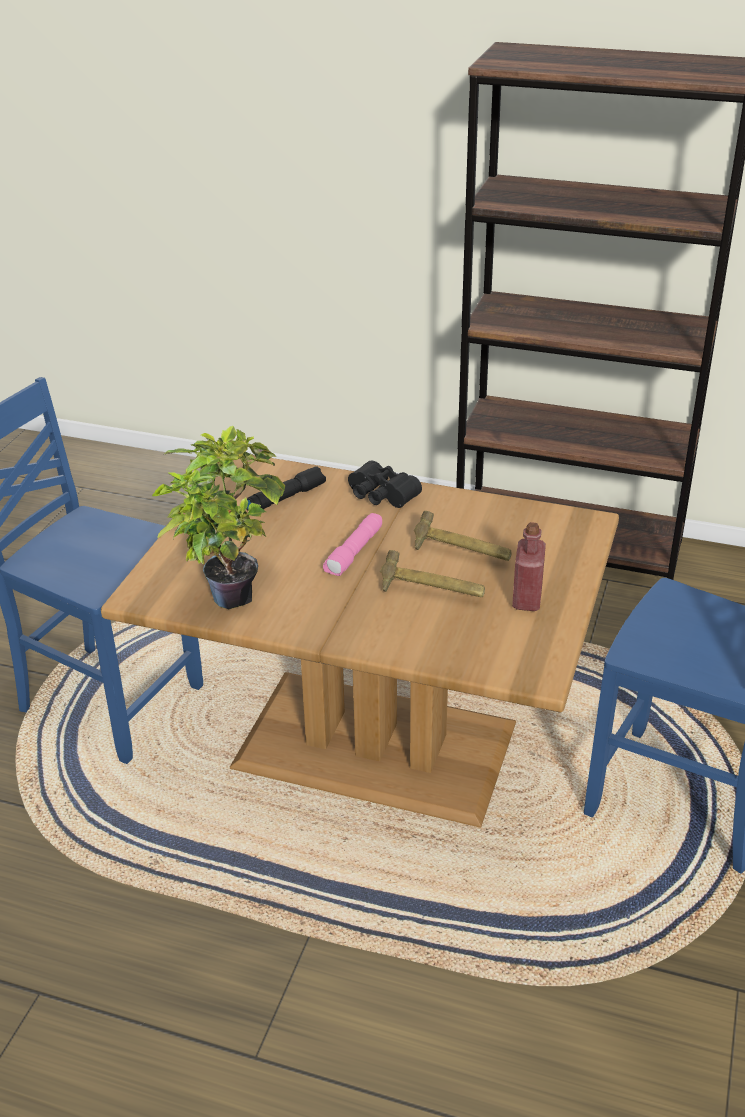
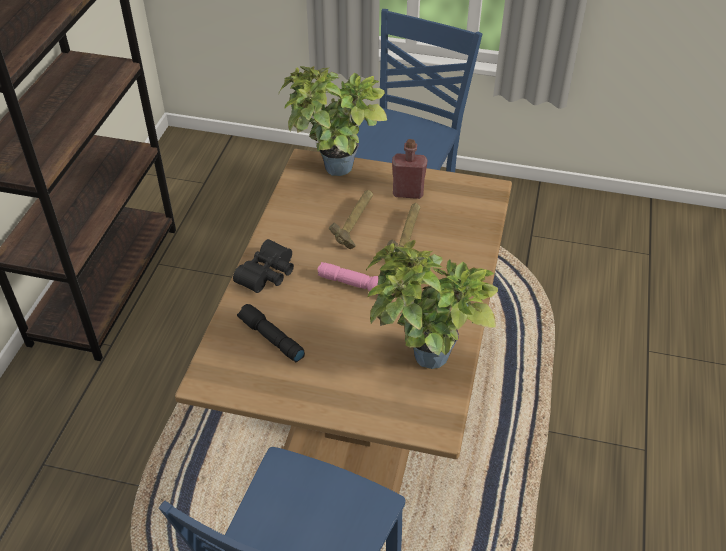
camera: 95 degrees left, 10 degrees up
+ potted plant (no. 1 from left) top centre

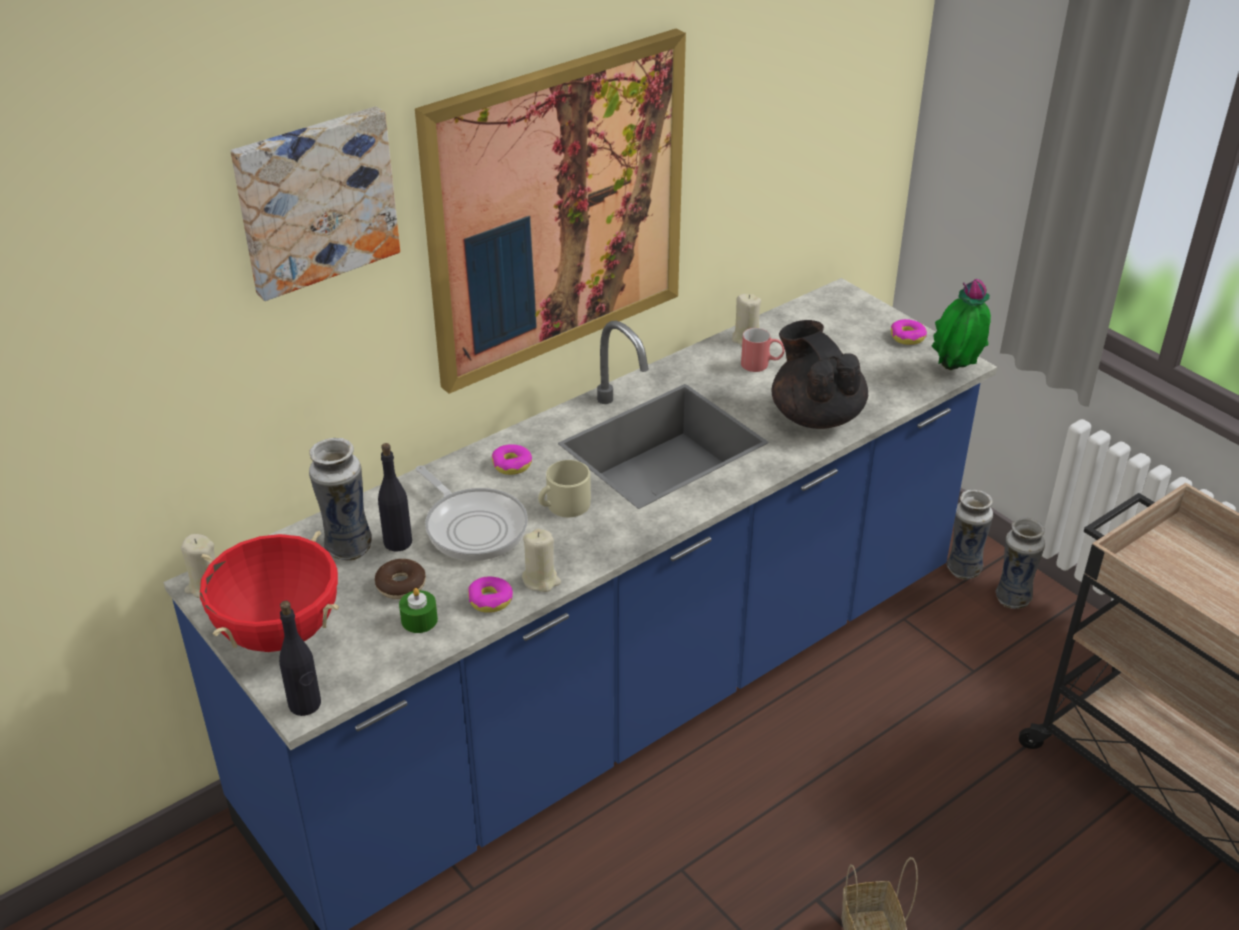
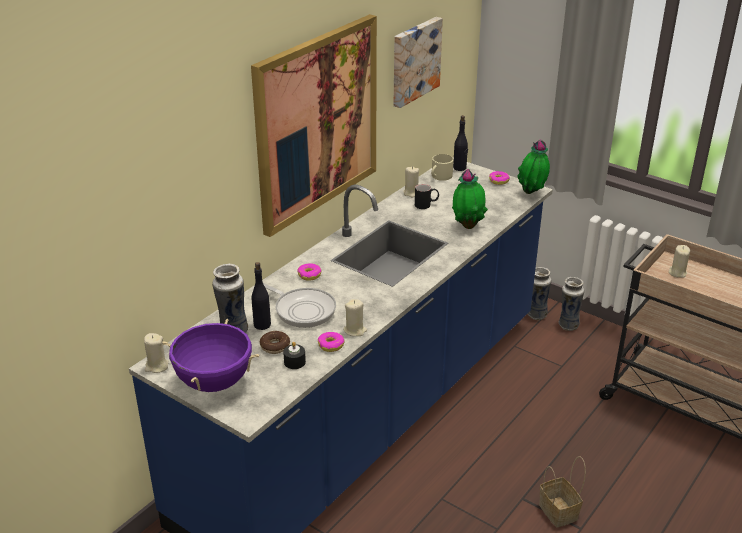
camera: 15 degrees left, 5 degrees down
+ beige candle (no. 4 from left) middle right
~ picture (no. 1 from left in the first image) top left to picture (no. 2 from left) top centre
~ black bottle (no. 1 from left in the first image) bottom left to black bottle (no. 2 from left) top centre
~ beige mug centre to top centre
~ black teapot centre to potted plant (no. 1 from left) centre
~ red cooking pot middle left to purple cooking pot middle left
~ green candle centre to black candle centre
~ red mug centre to black mug centre

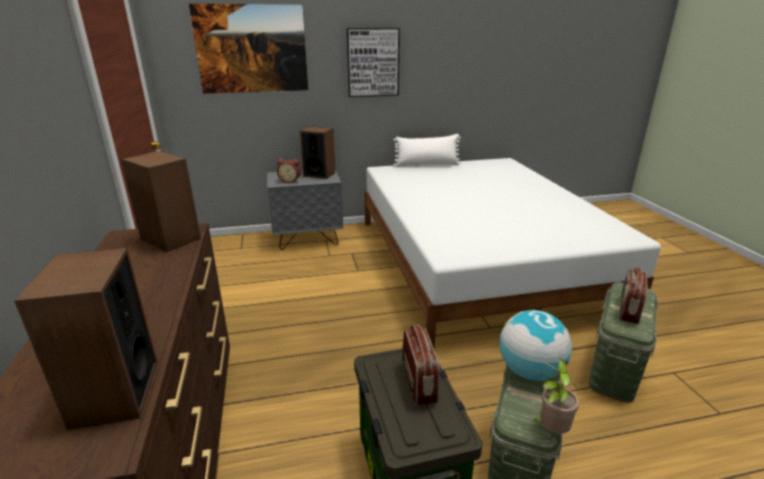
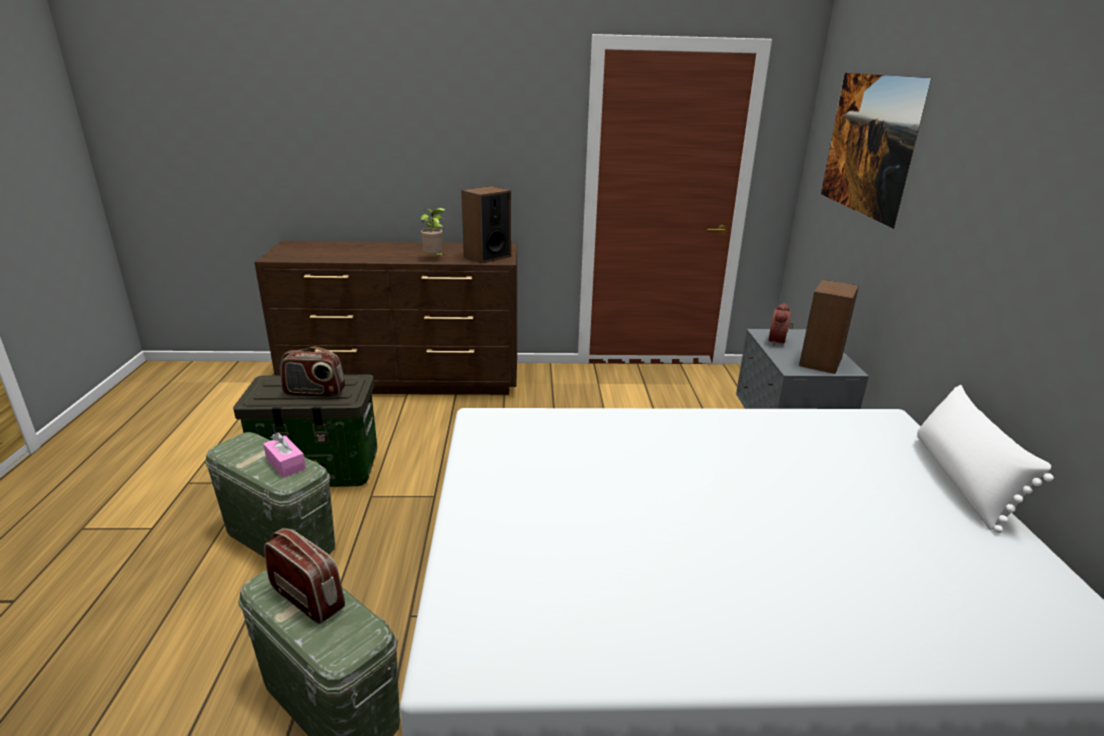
camera: 100 degrees right, 0 degrees up
- speaker (no. 1 from left) bottom left
- picture (no. 2 from left) top centre
~ potted plant bottom right to top centre
~ globe bottom right to pink tissue box middle left

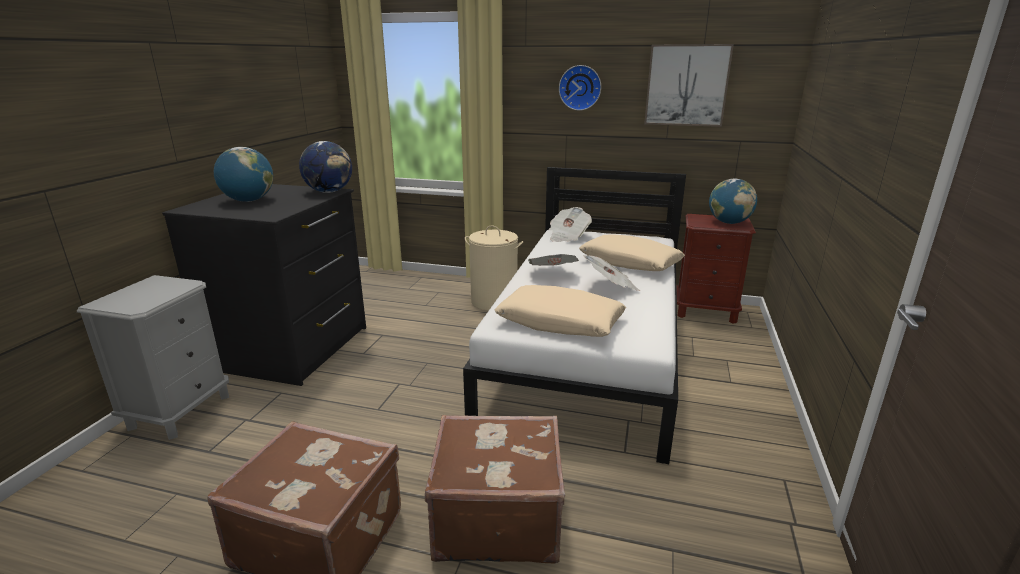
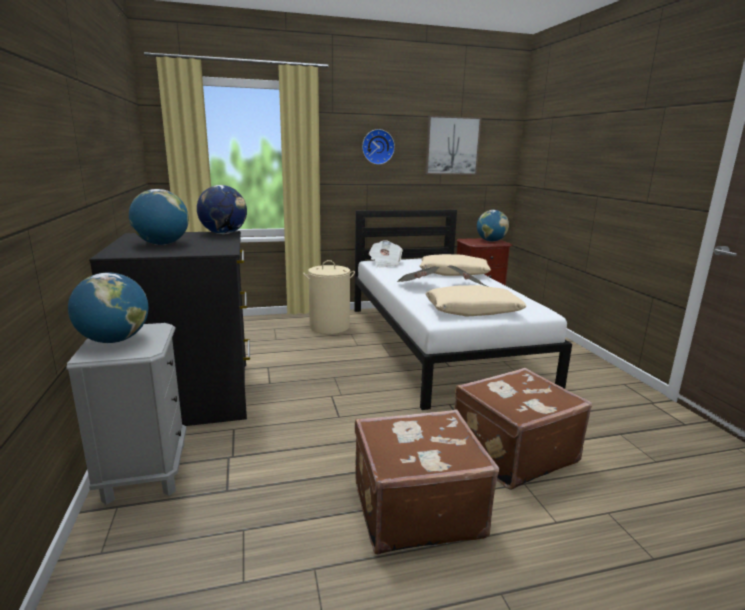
camera: 30 degrees left, 5 degrees down
+ globe (no. 1 from left) middle left

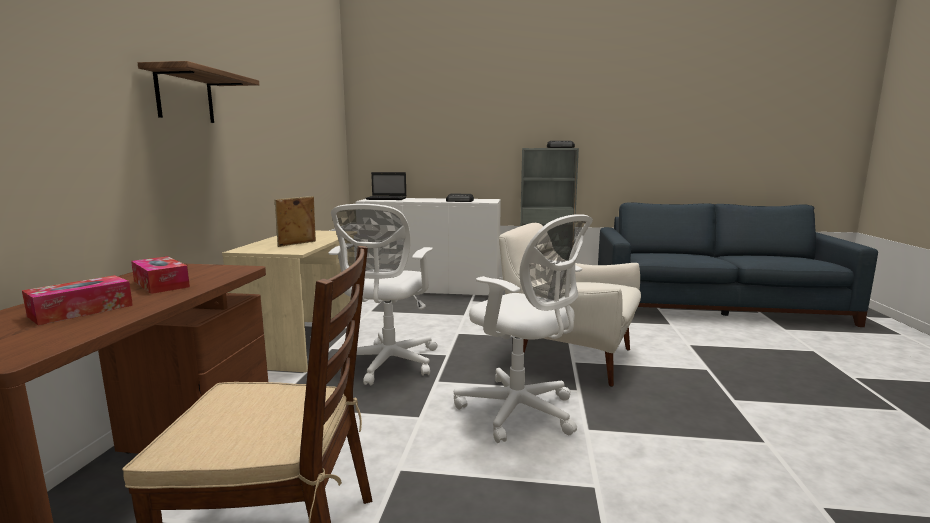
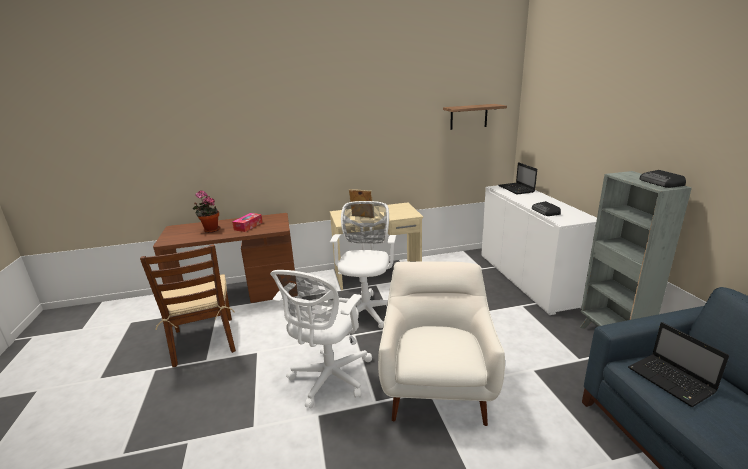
camera: 70 degrees right, 10 degrees up
+ laptop (no. 2 from left) bottom right
~ shelf top left to top centre
~ tissue box (no. 1 from left) middle left to potted plant middle left
~ white office chair (no. 1 from left in the first image) centre = centre 105 degrees clockwise

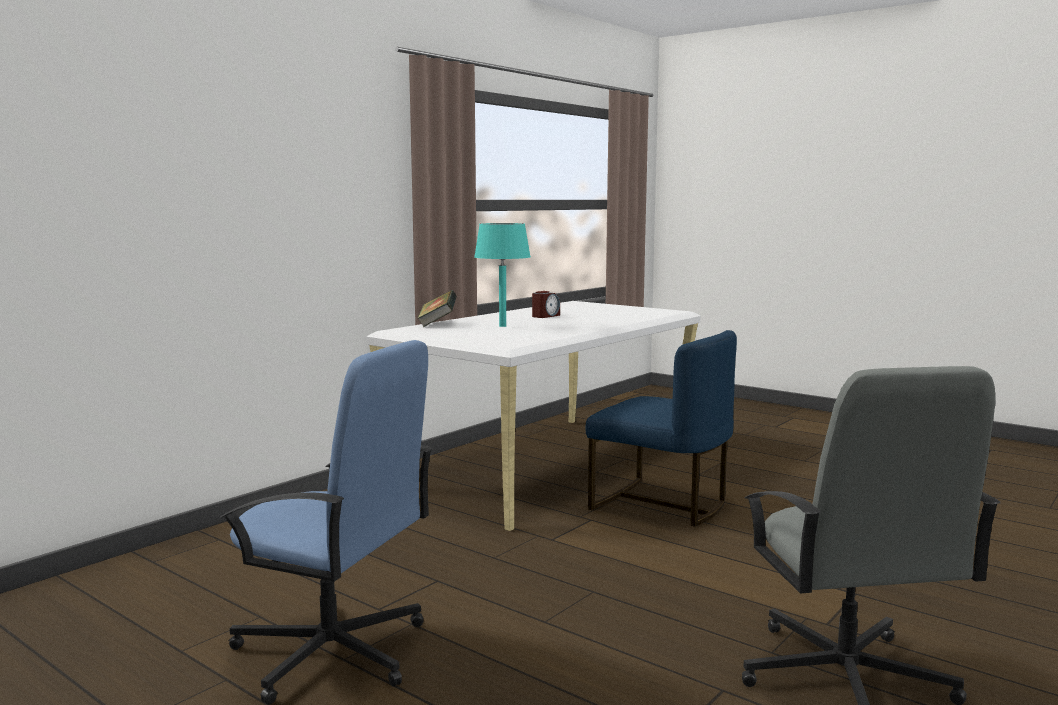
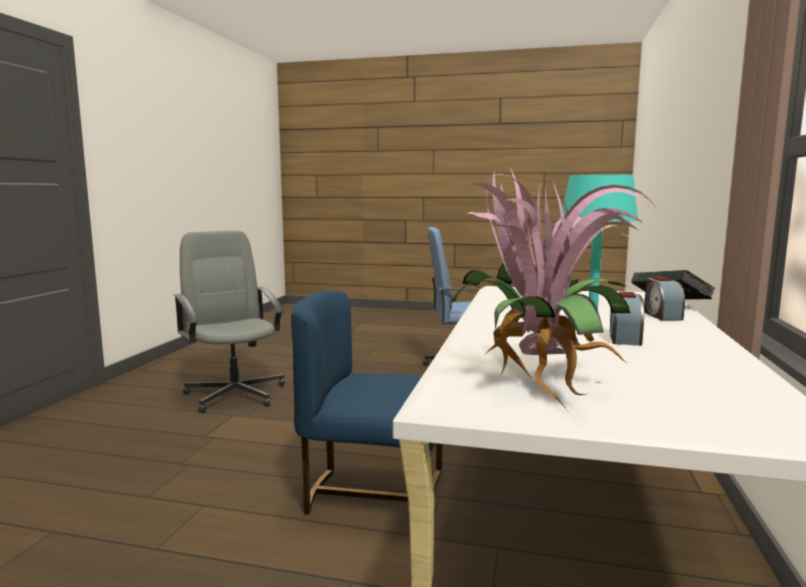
camera: 155 degrees right, 0 degrees up
+ potted plant middle right
+ alarm clock (no. 2 from left) middle right

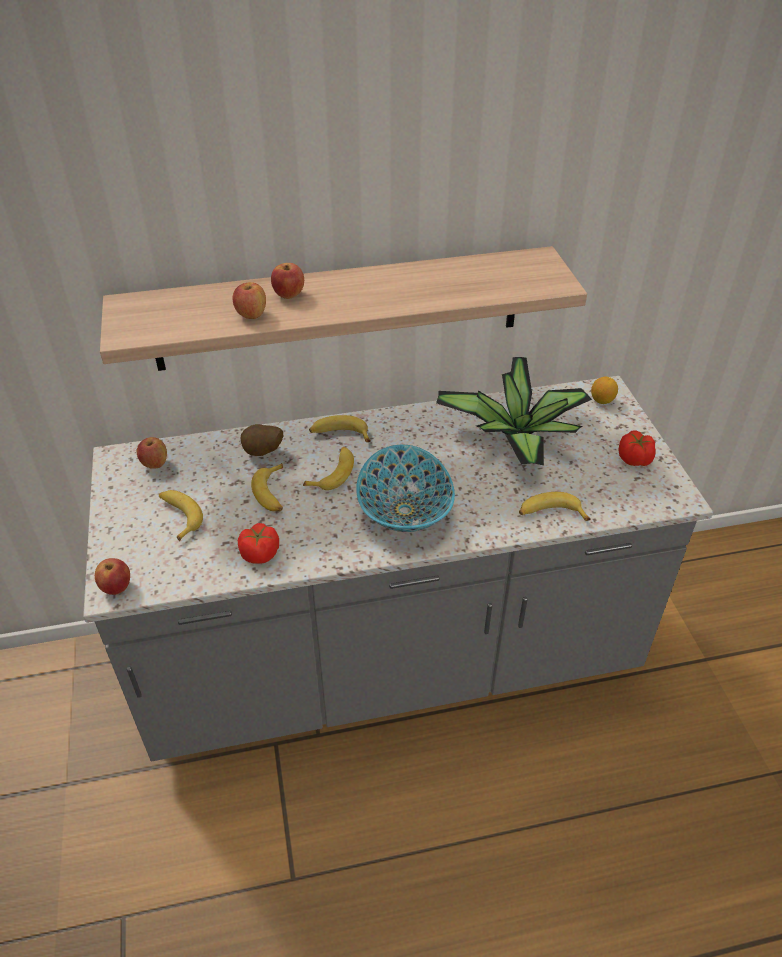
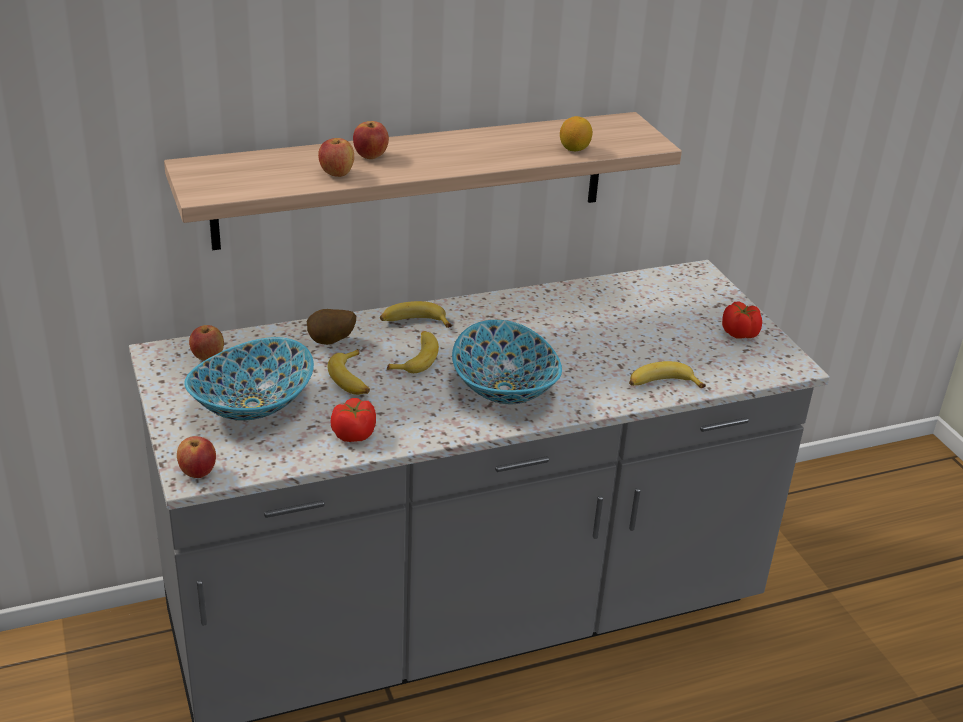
camera: 10 degrees left, 10 degrees down
- potted plant centre
~ lemon middle right to top centre
~ banana (no. 1 from left) middle left to bowl (no. 1 from left) middle left

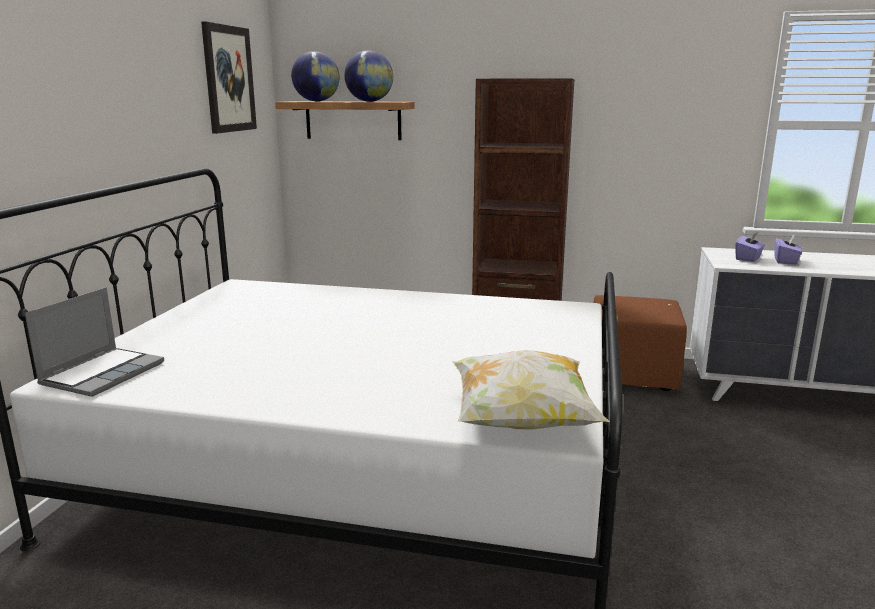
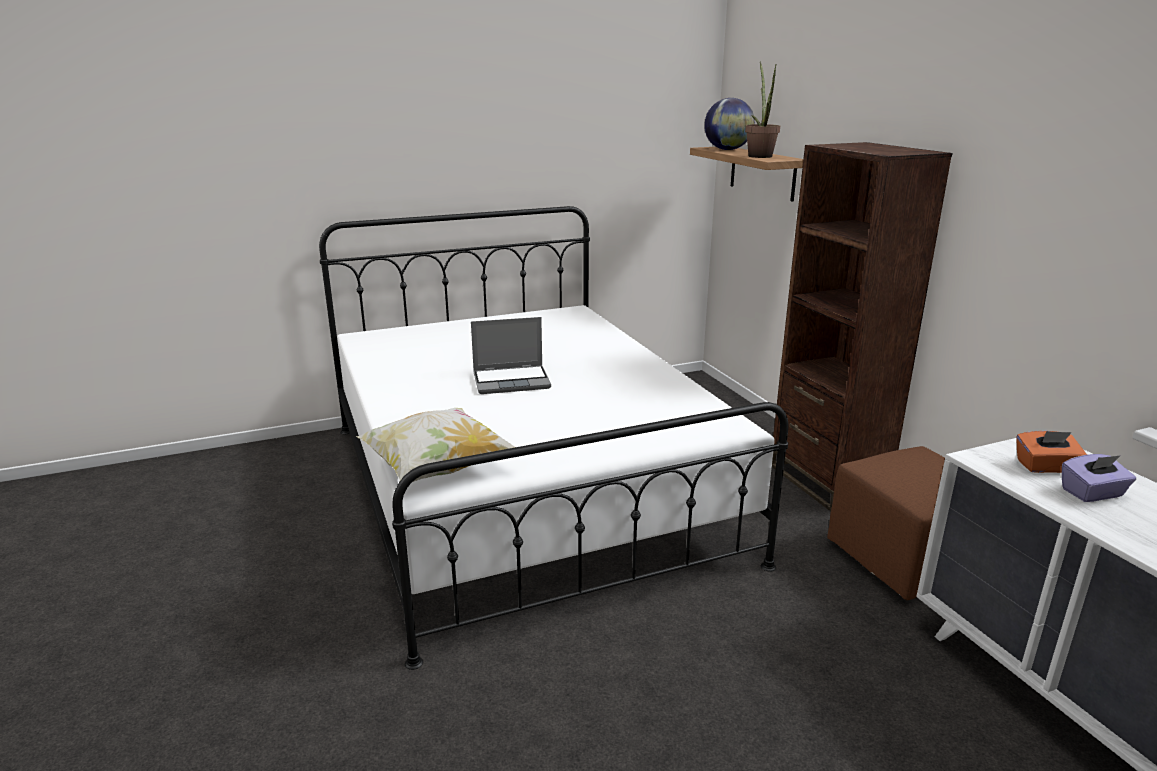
camera: 55 degrees right, 5 degrees up
- picture top left
~ laptop middle left to centre
~ globe (no. 2 from left) top centre to potted plant top centre
~ purple tissue box (no. 1 from left) middle right to orange tissue box middle right

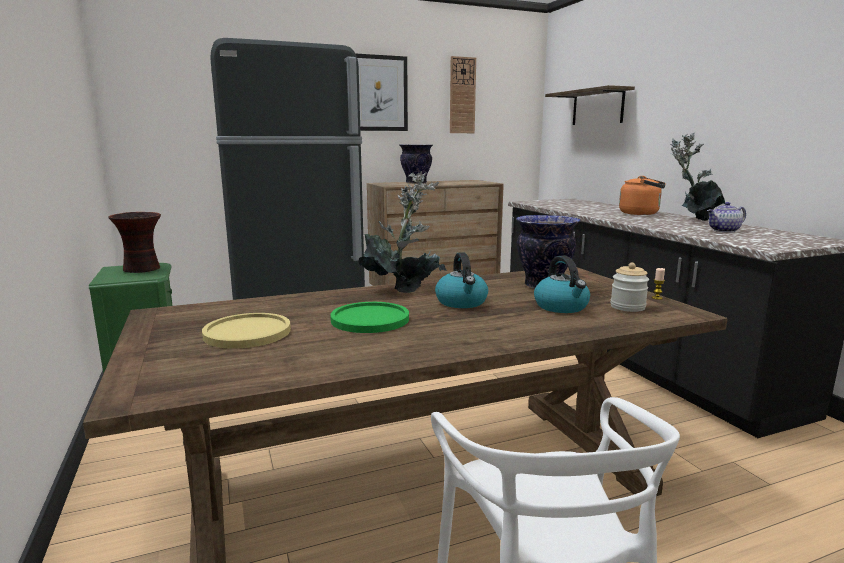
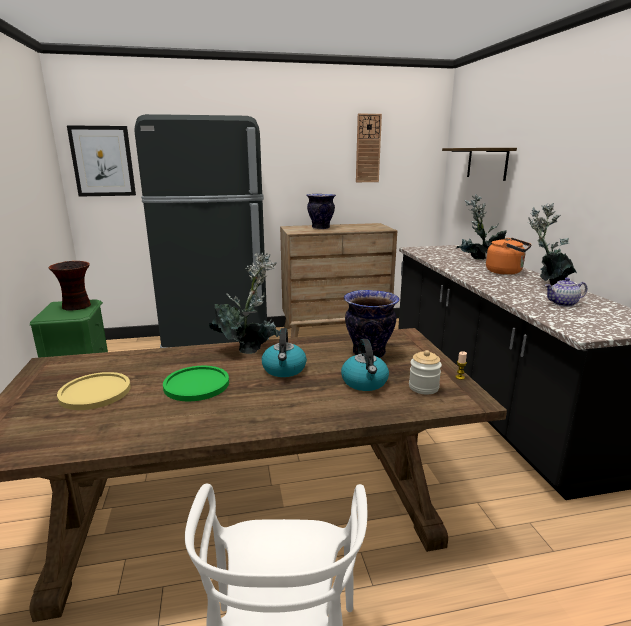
camera: 10 degrees right, 5 degrees up
+ potted plant (no. 2 from left) middle right
~ picture top centre to top left

